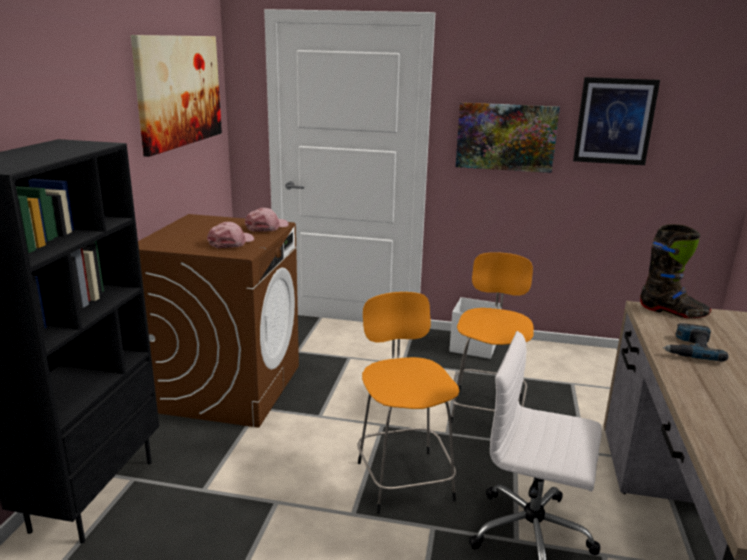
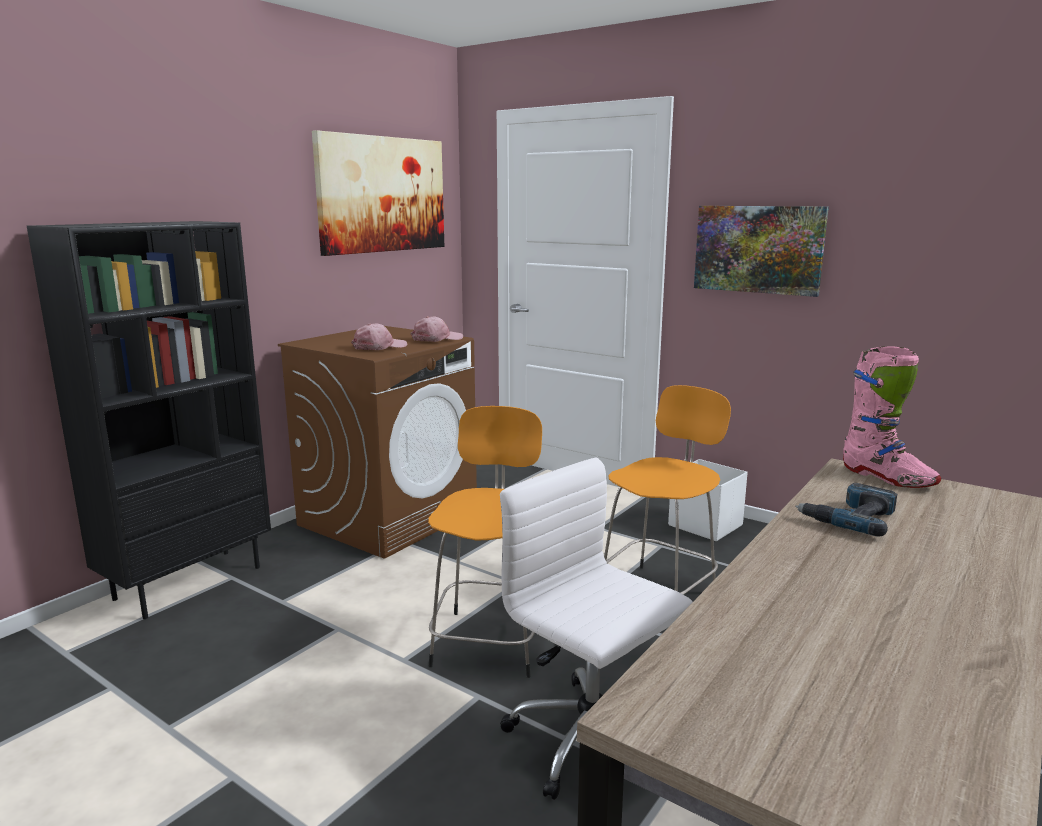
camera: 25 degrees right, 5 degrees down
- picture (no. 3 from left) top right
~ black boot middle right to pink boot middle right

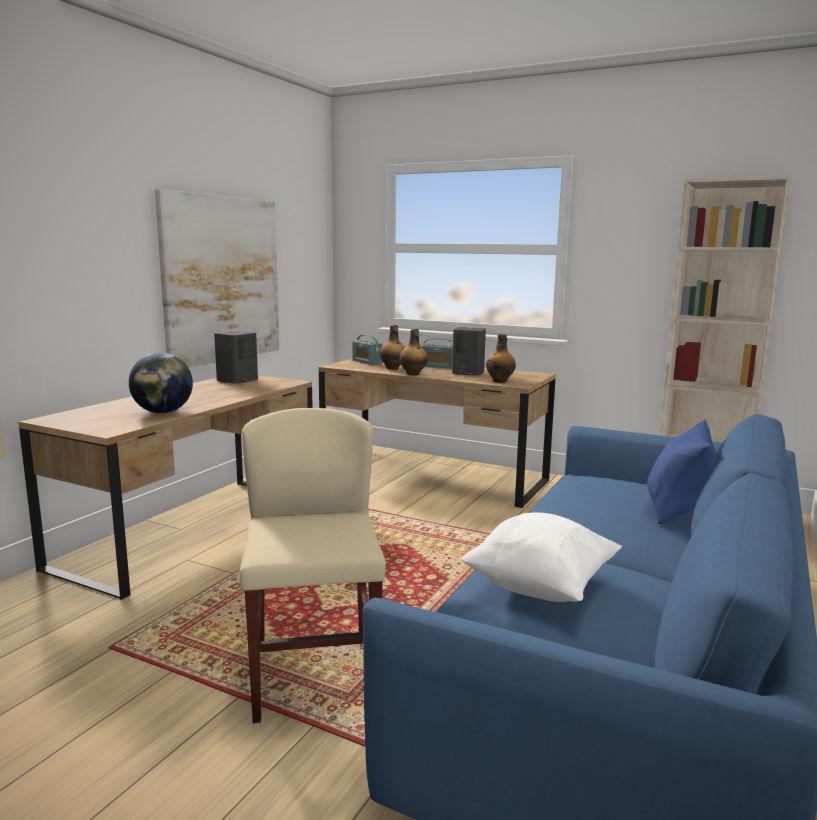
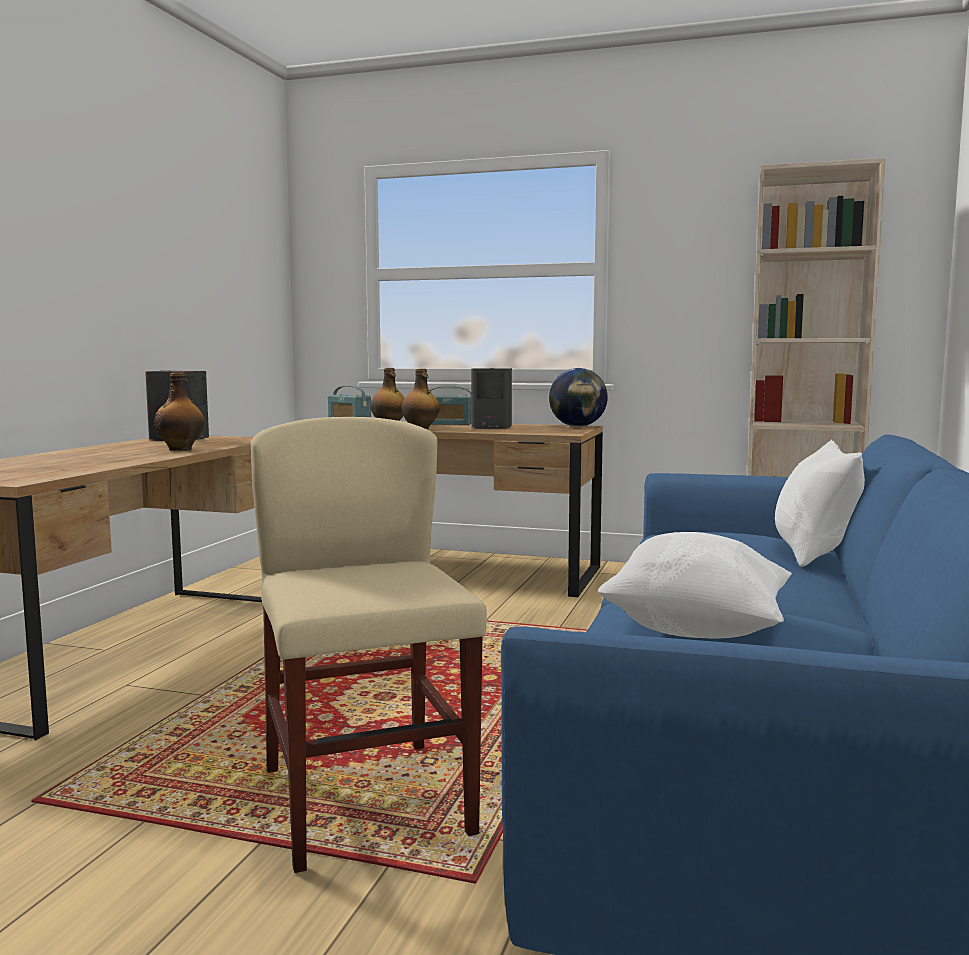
camera: 10 degrees left, 5 degrees down
- picture middle left
~ globe middle left to centre
~ bottle (no. 3 from left in the first image) centre to bottle (no. 1 from left) middle left
~ blue pillow middle right to white pillow (no. 2 from left) middle right

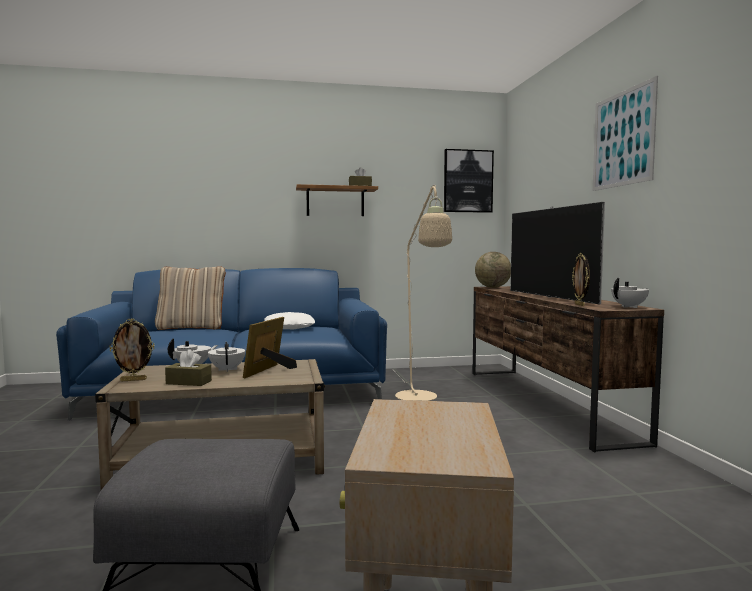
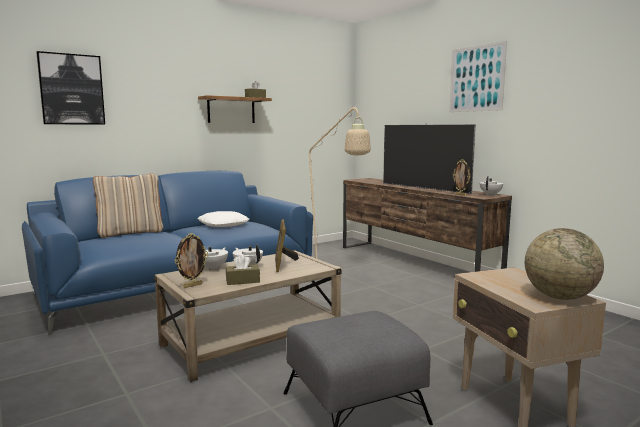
camera: 25 degrees left, 5 degrees up
~ picture (no. 1 from left) top centre to top left
~ globe centre to middle right

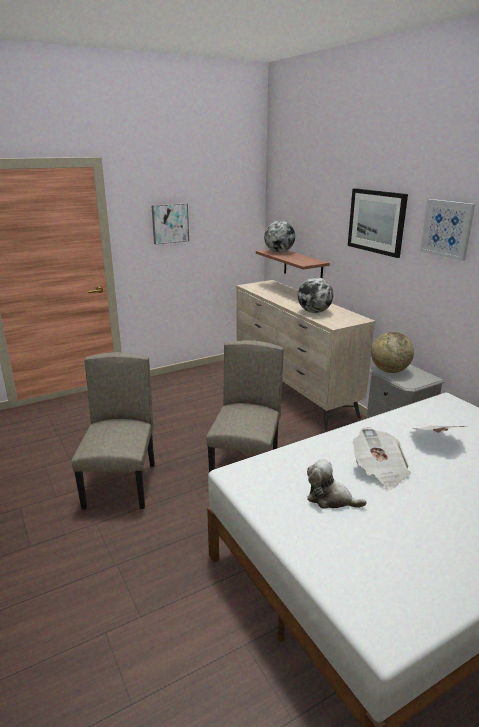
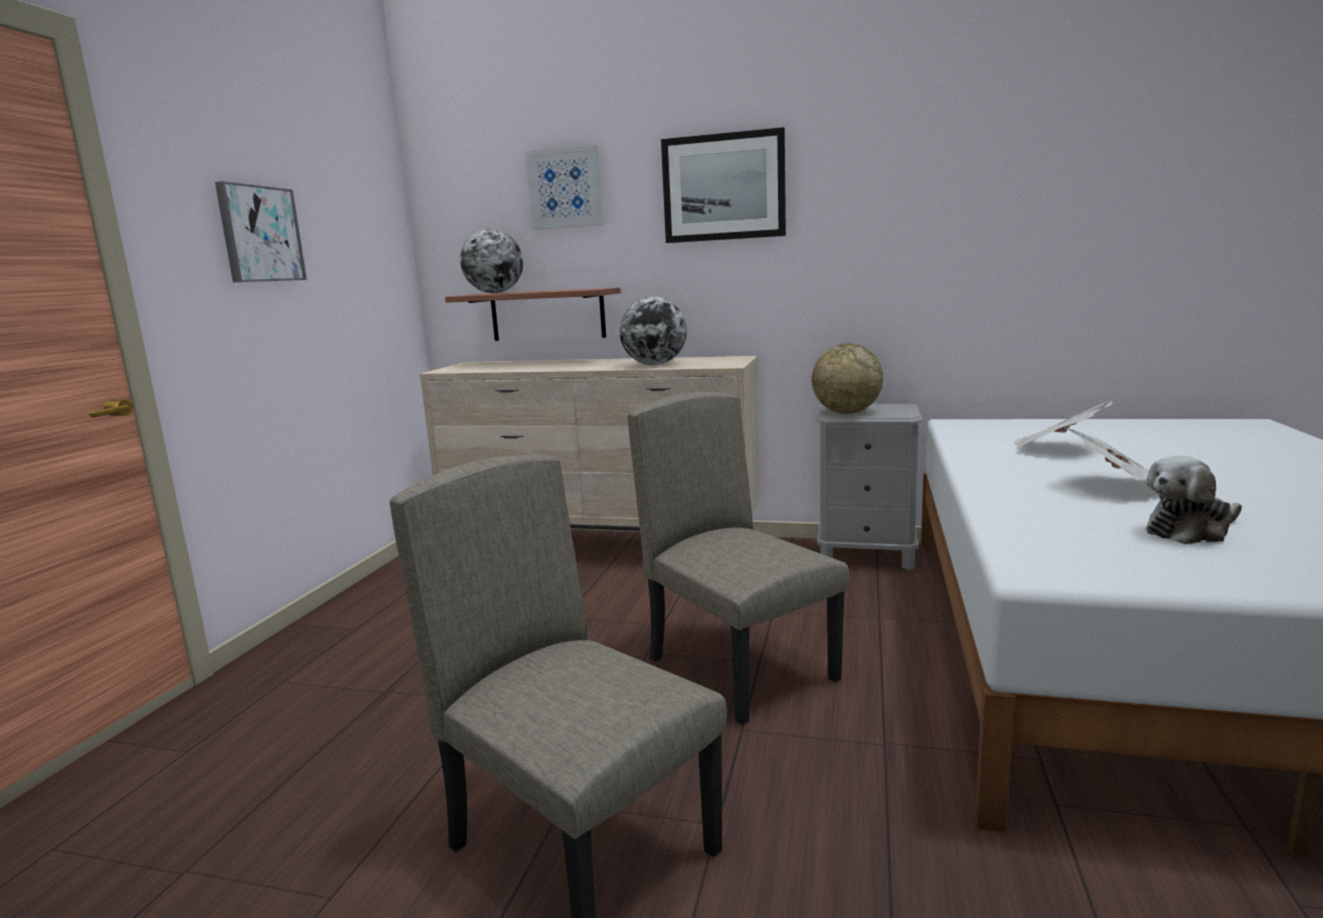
camera: 45 degrees left, 10 degrees down
~ picture (no. 3 from left in the first image) top right to picture (no. 2 from left) top centre

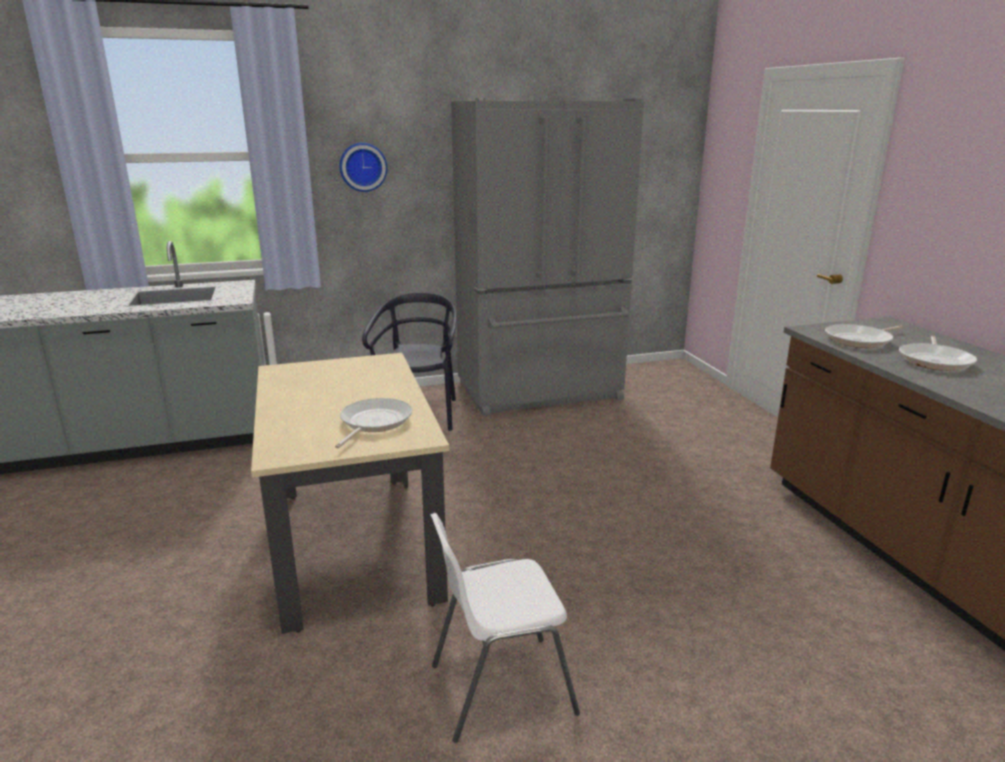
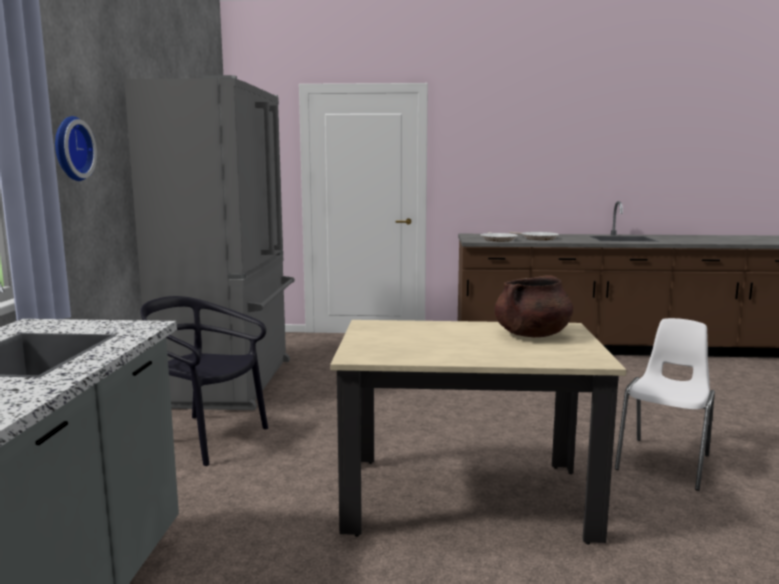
camera: 70 degrees left, 10 degrees down
~ frying pan (no. 1 from left) centre to brown cooking pot middle right
~ white chair bottom centre = bottom right 150 degrees counterclockwise

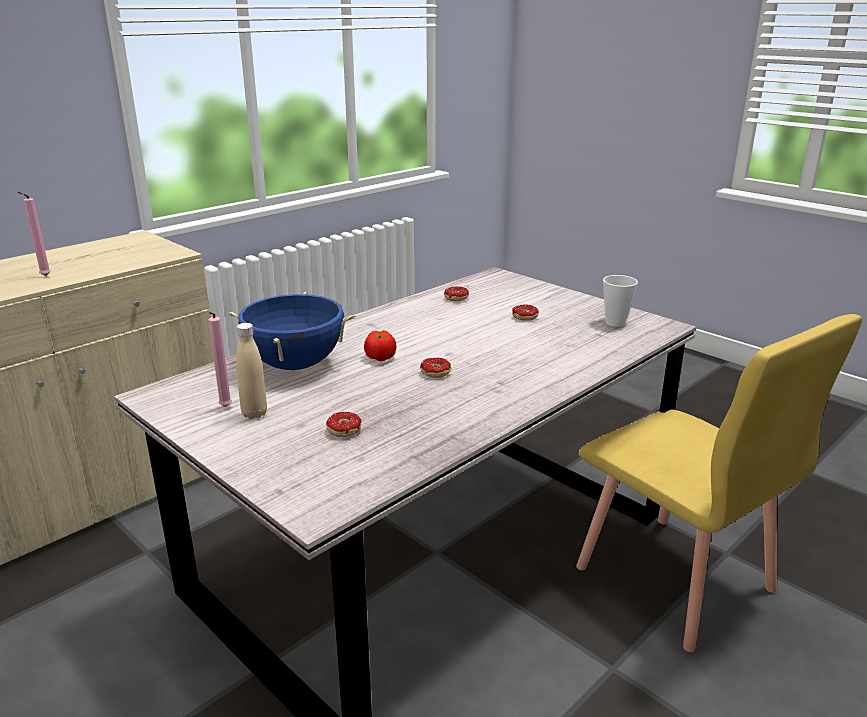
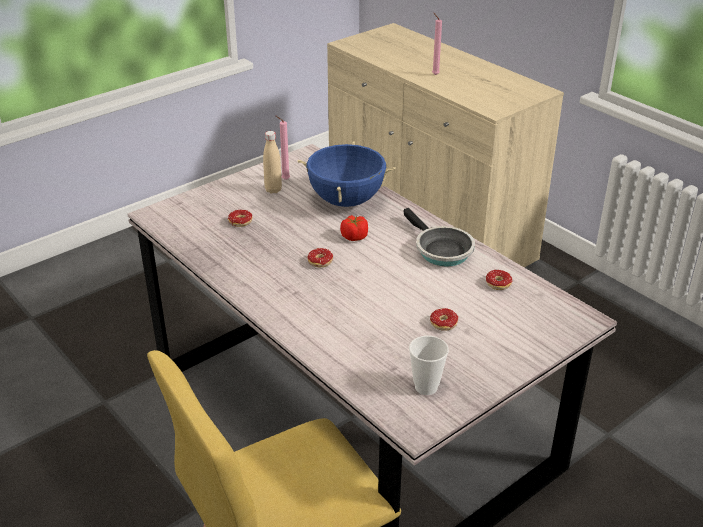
camera: 95 degrees right, 10 degrees up
+ frying pan centre

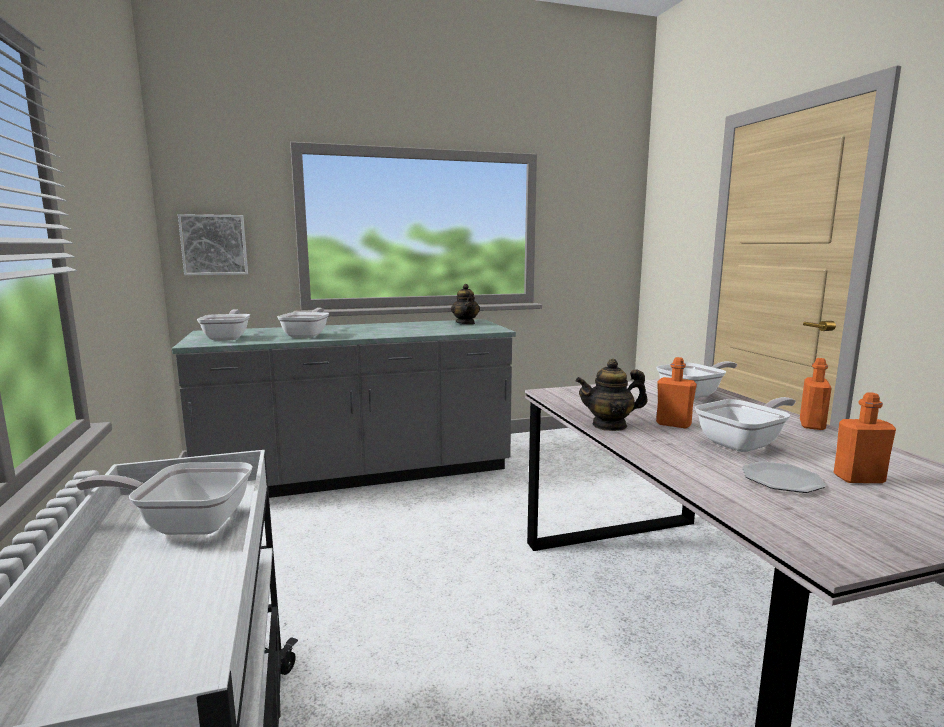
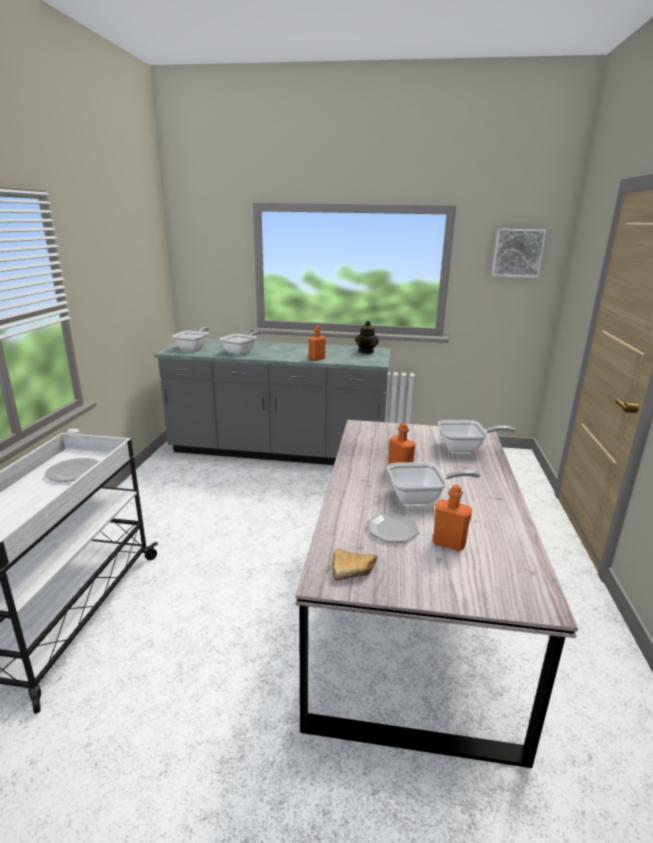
camera: 25 degrees right, 10 degrees up
- teapot (no. 2 from left) centre
+ bread bottom centre
~ picture middle left to top right
~ orange bottle (no. 2 from left in the first image) middle right to orange bottle (no. 1 from left) centre
~ frying pan (no. 1 from left) bottom left to plate (no. 1 from left) middle left

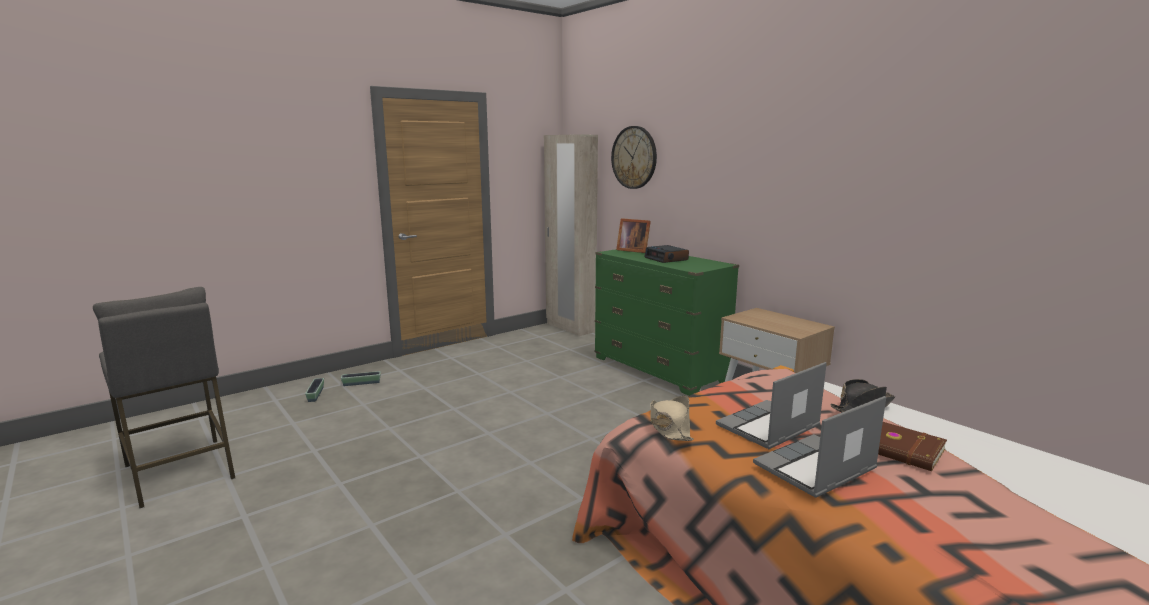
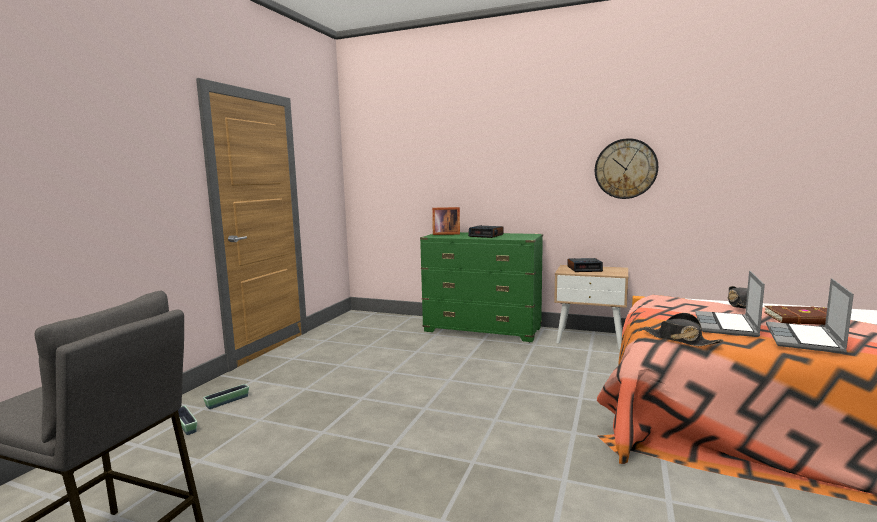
camera: 30 degrees left, 5 degrees down
- beige wardrobe centre
+ alarm clock (no. 2 from left) middle right
~ wall clock top centre to top right
~ beige hat bottom centre to black hat (no. 1 from left) middle right

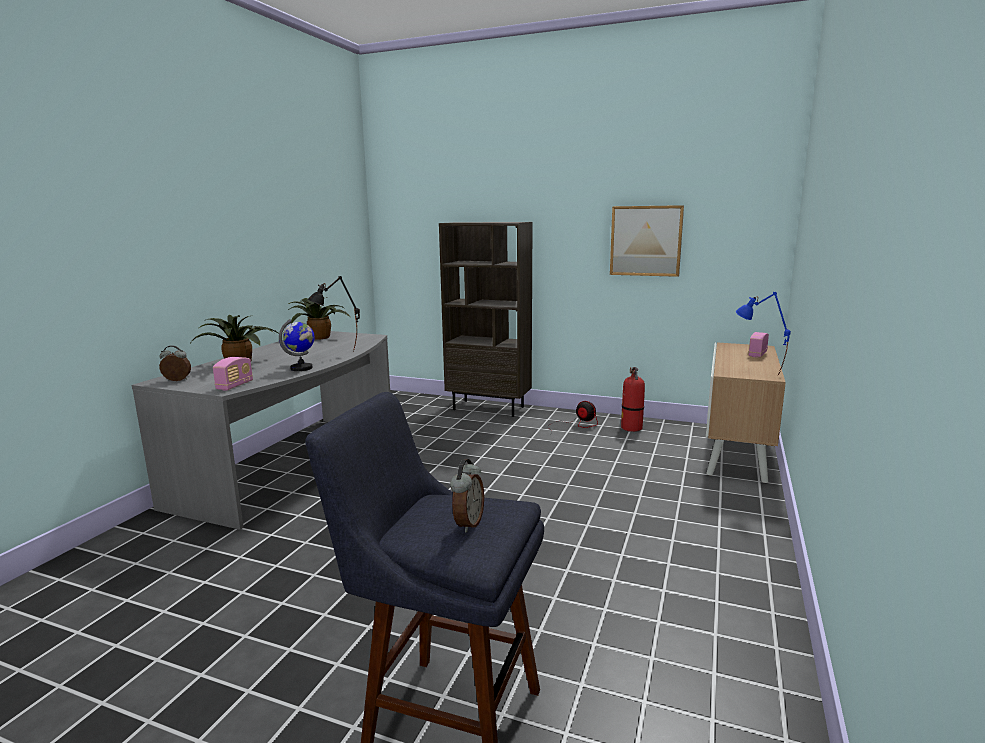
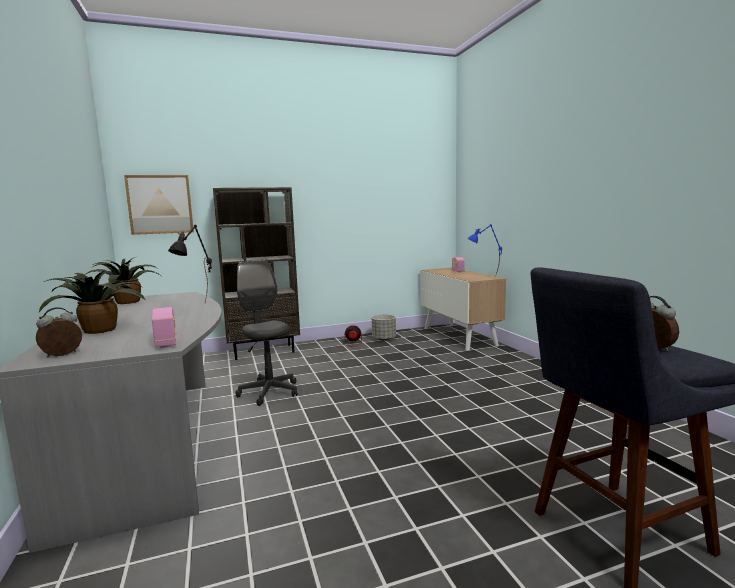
camera: 40 degrees left, 5 degrees down
- globe middle left
+ grey office chair centre
~ picture top centre to middle left
~ fire extinguisher centre to grey planter centre

